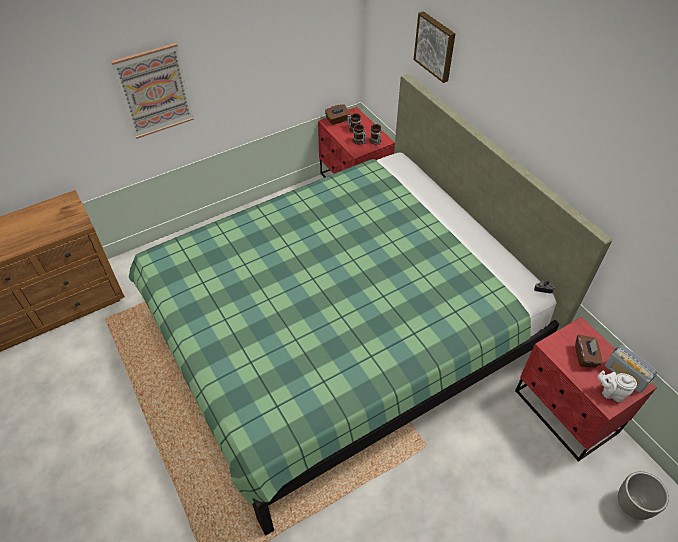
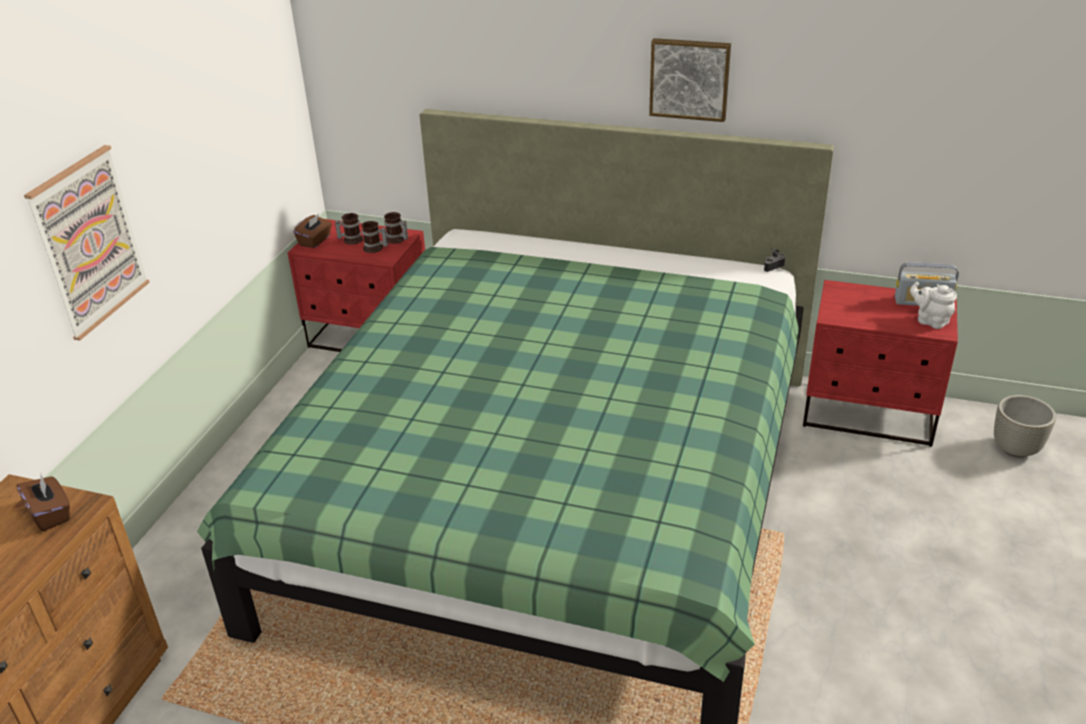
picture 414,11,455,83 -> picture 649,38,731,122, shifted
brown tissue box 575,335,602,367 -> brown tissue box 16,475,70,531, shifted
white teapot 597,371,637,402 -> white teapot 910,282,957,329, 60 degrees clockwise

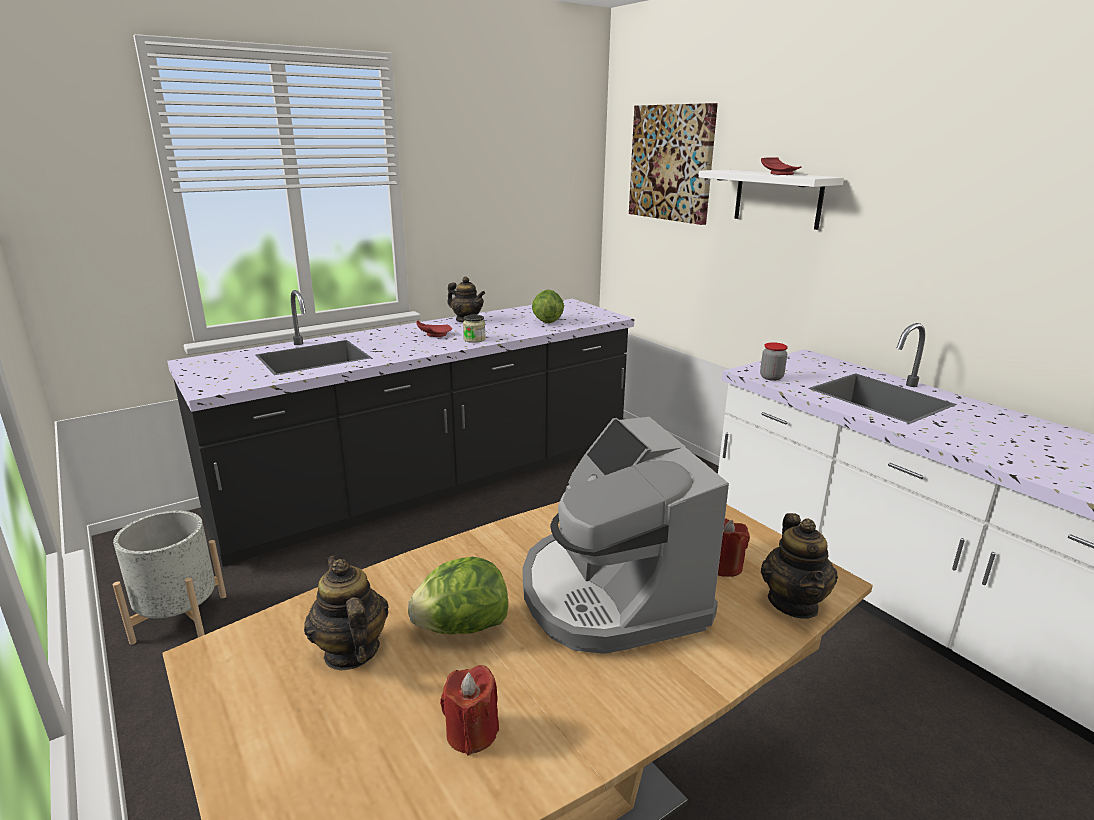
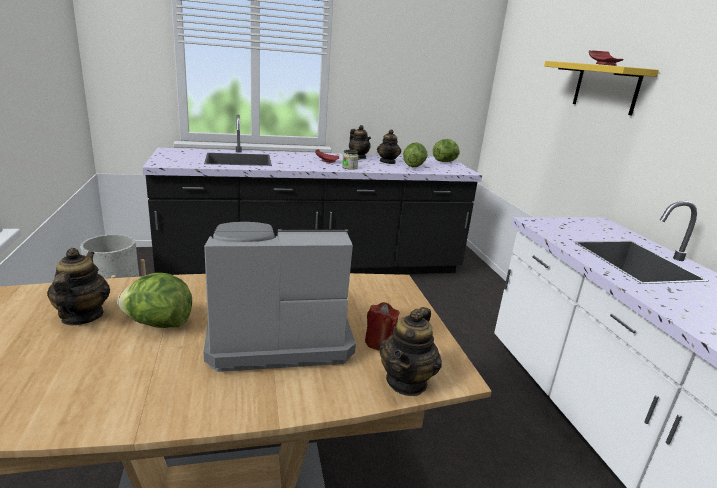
red candle 440,665,499,756 -> none
coffee machine 523,417,729,654 -> coffee machine 203,222,356,372, 75 degrees clockwise
picture 629,103,718,225 -> none
white shelf 699,170,844,230 -> yellow shelf 544,61,659,115
jar 760,342,788,381 -> none
none -> teapot 377,129,401,164
none -> lettuce 433,139,460,162

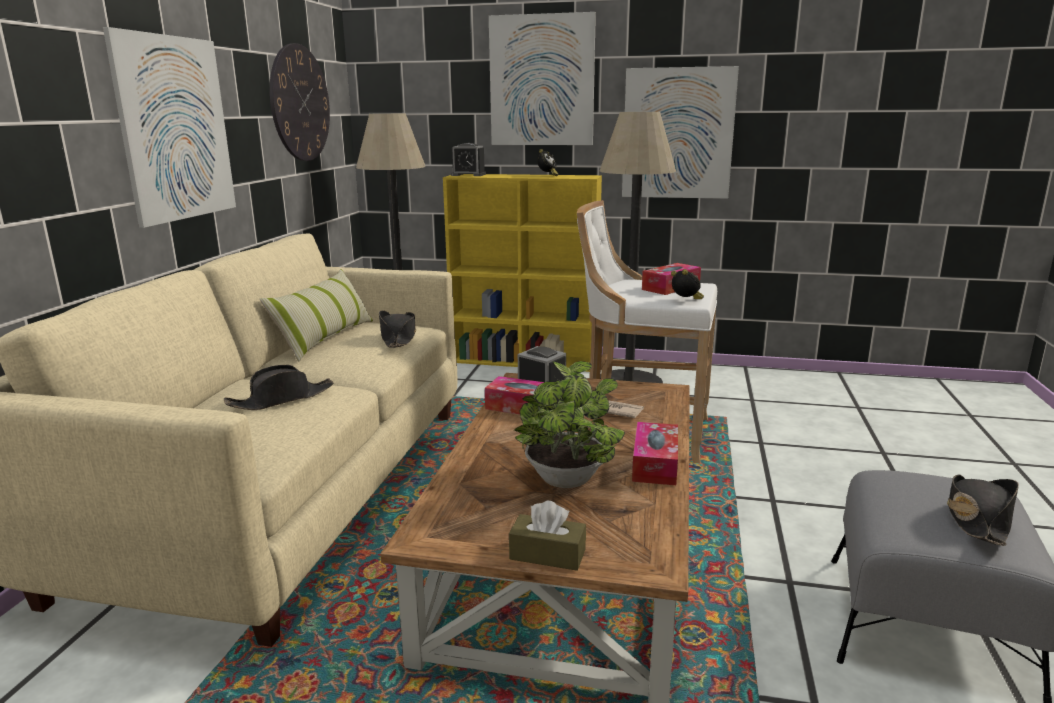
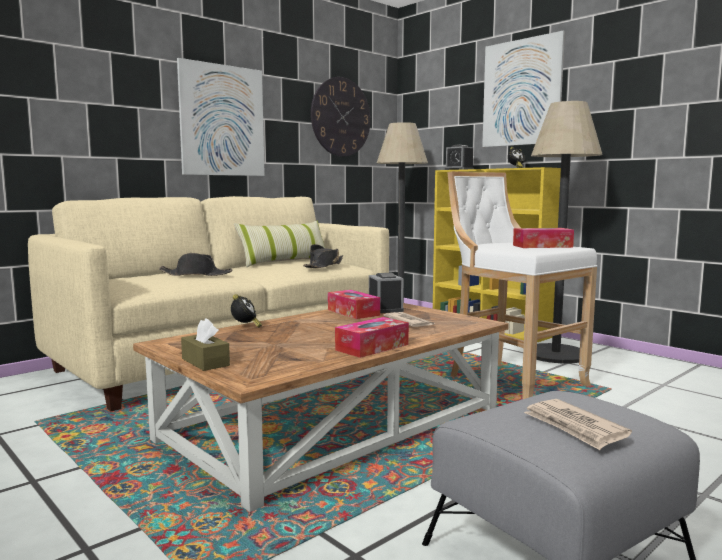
potted plant 514,361,625,488 -> none
picture 622,66,739,199 -> none
alarm clock 671,269,704,299 -> alarm clock 231,294,262,327, shifted
black hat 947,474,1019,546 -> newspaper 524,399,632,450

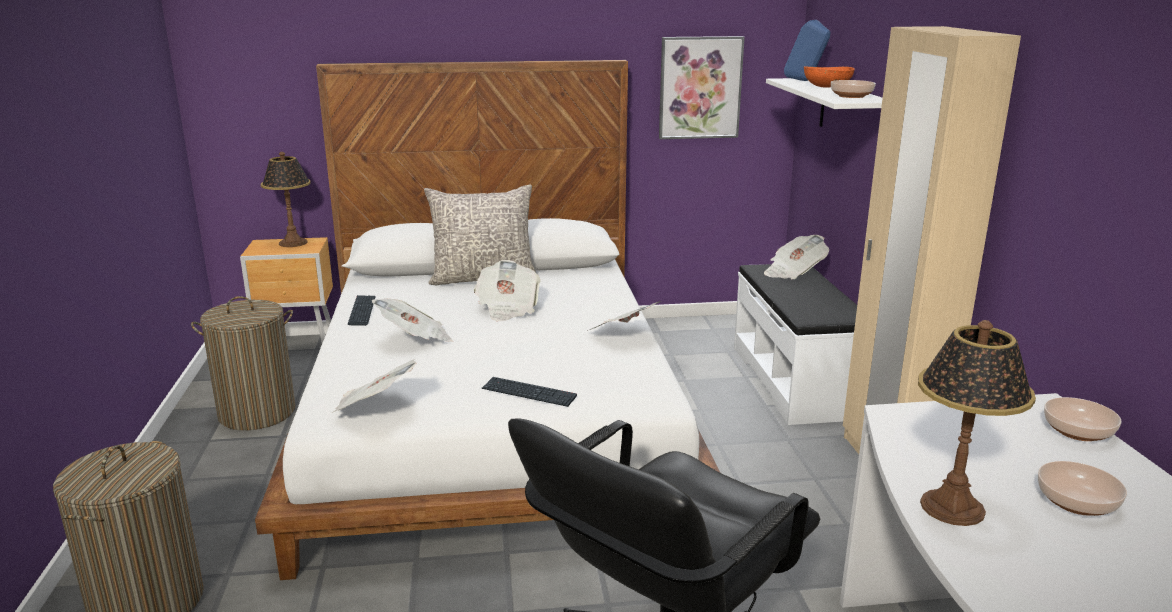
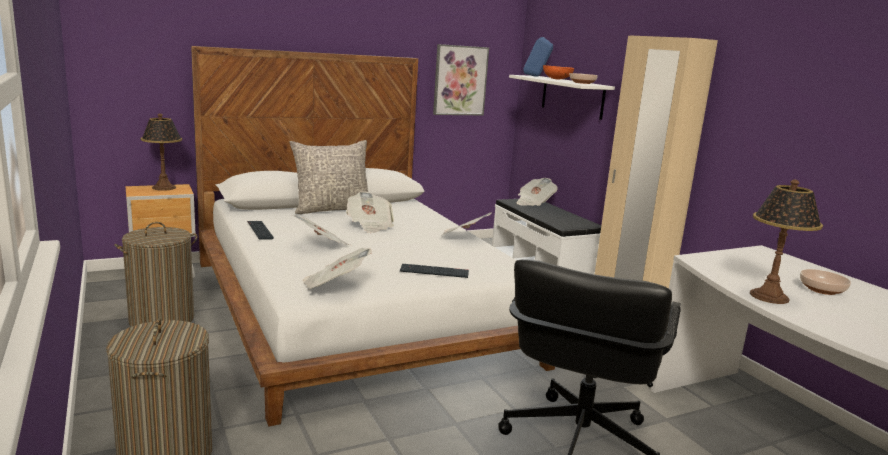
bowl 1044,397,1122,441 -> none

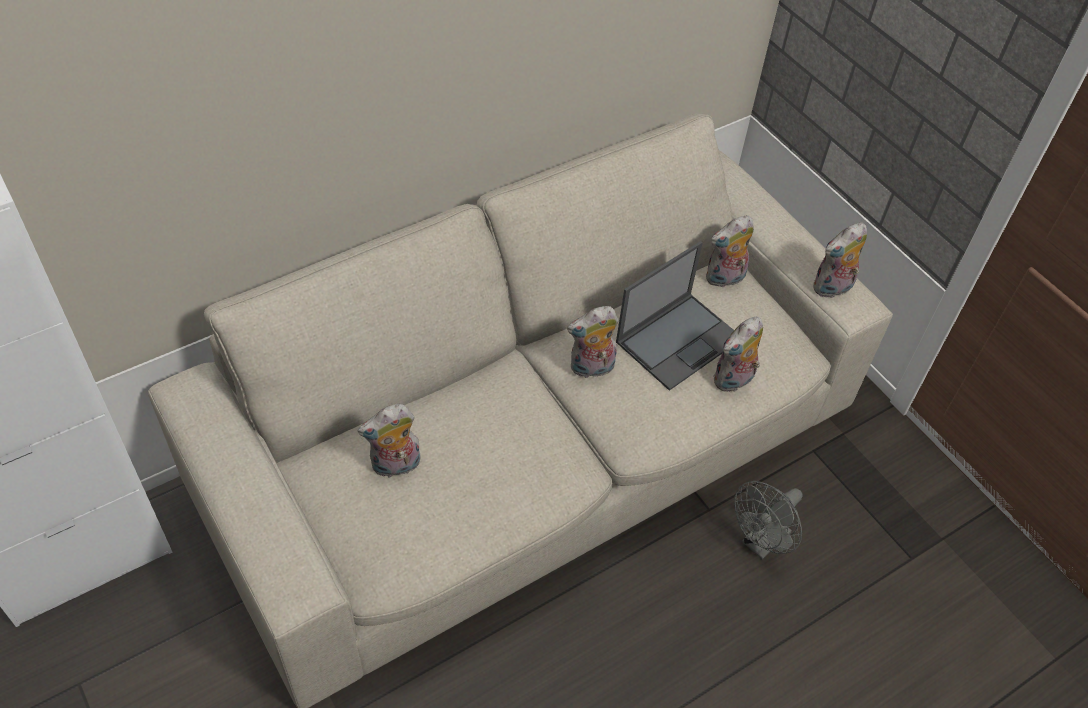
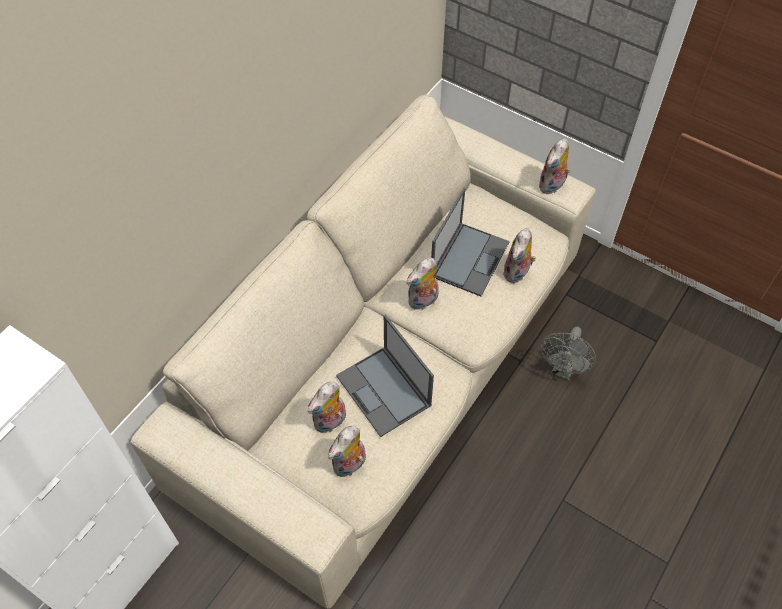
plush toy 706,215,754,287 -> plush toy 328,426,366,477, shifted
none -> laptop 336,315,434,437

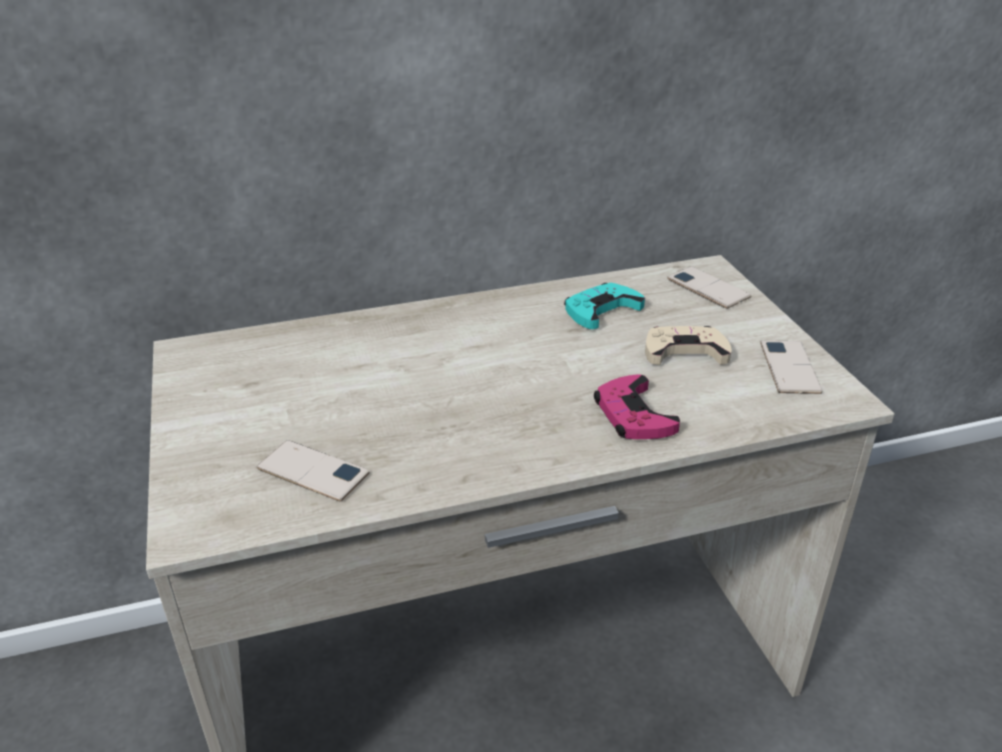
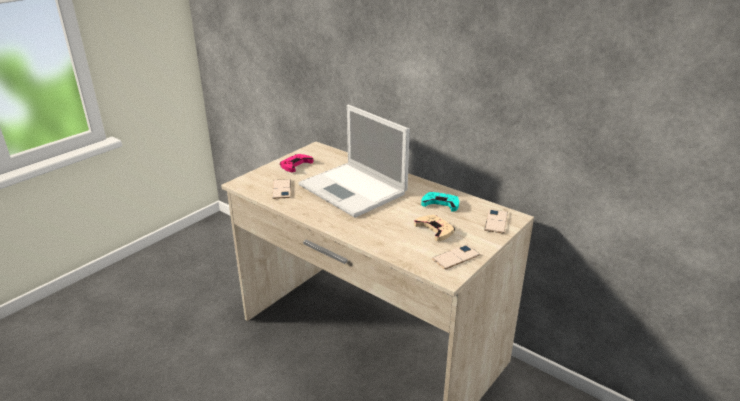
pink game controller 594,375,680,439 -> pink game controller 280,154,313,172, shifted
none -> laptop 298,105,410,218

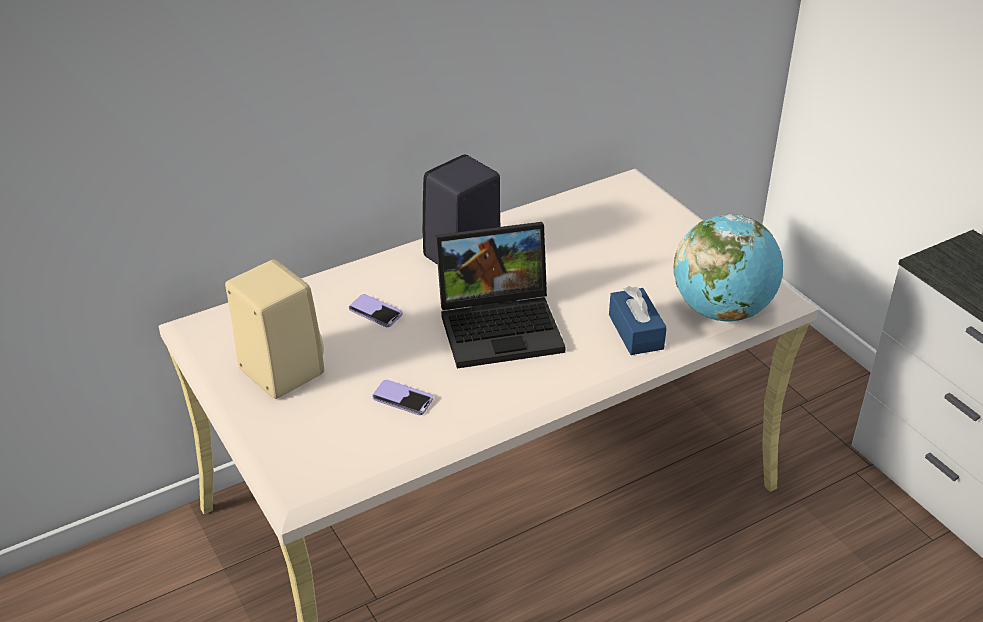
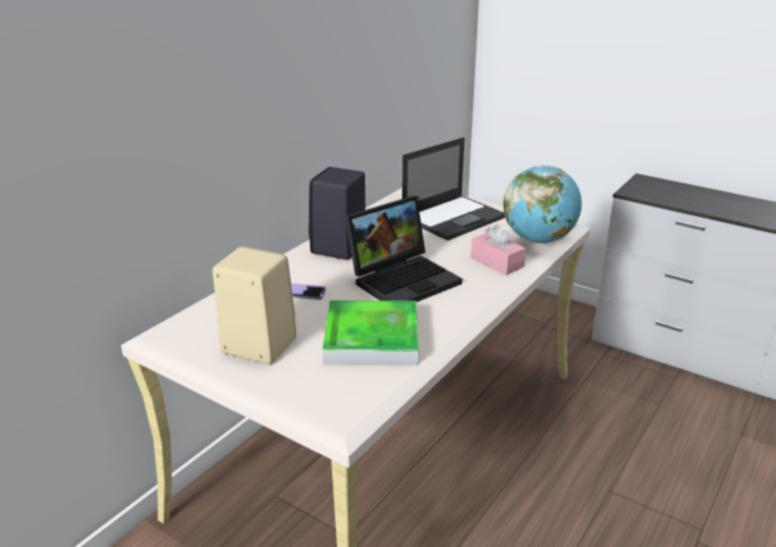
phone 372,380,433,415 -> tray 323,300,418,365
blue tissue box 609,286,667,355 -> pink tissue box 471,224,526,275
none -> laptop 402,137,505,241

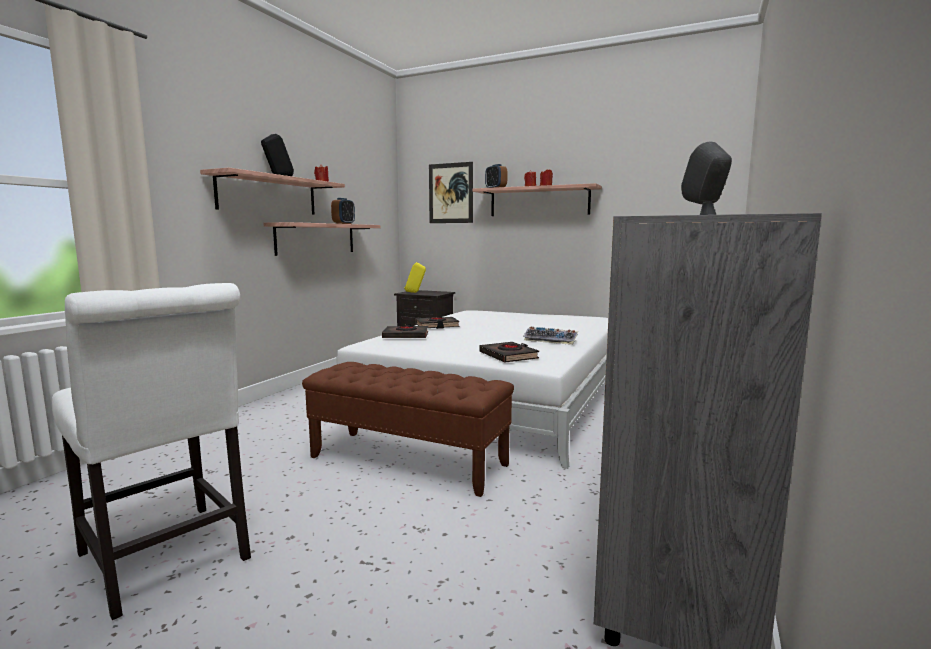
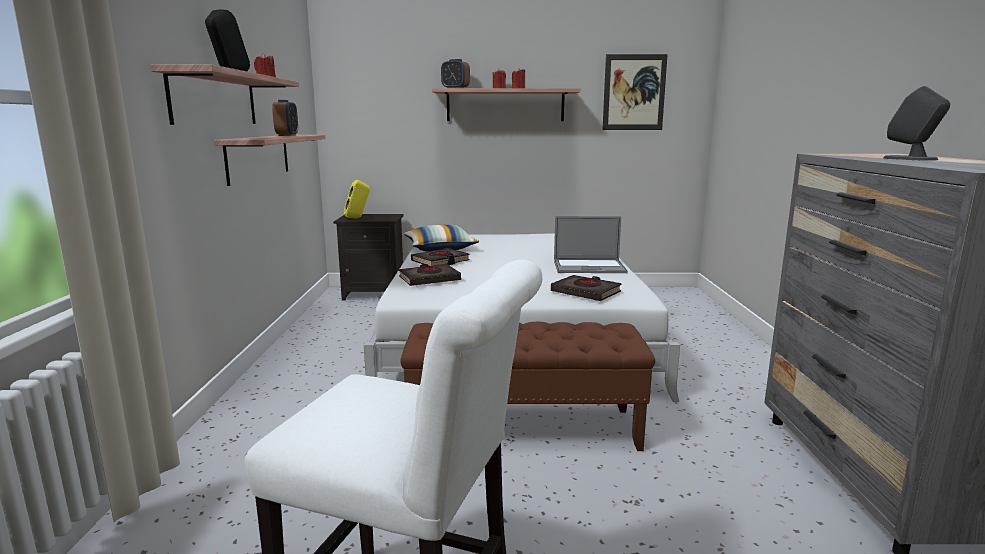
picture 429,162,473,223 -> picture 602,54,668,130, shifted
keyboard 523,326,578,345 -> laptop 554,216,628,273
none -> pillow 404,225,479,252

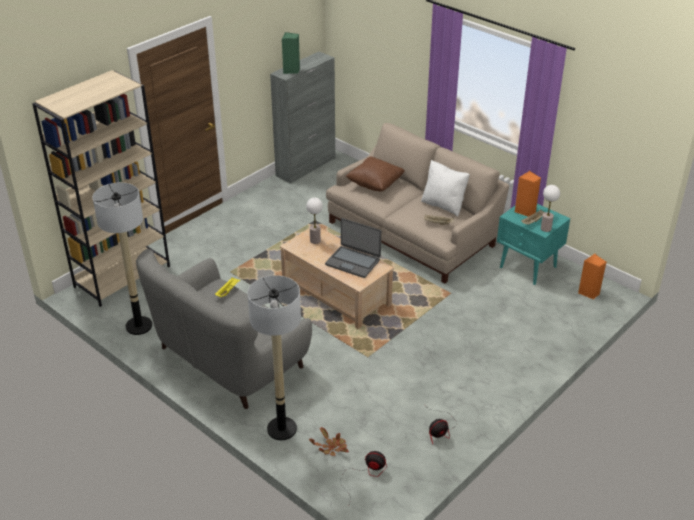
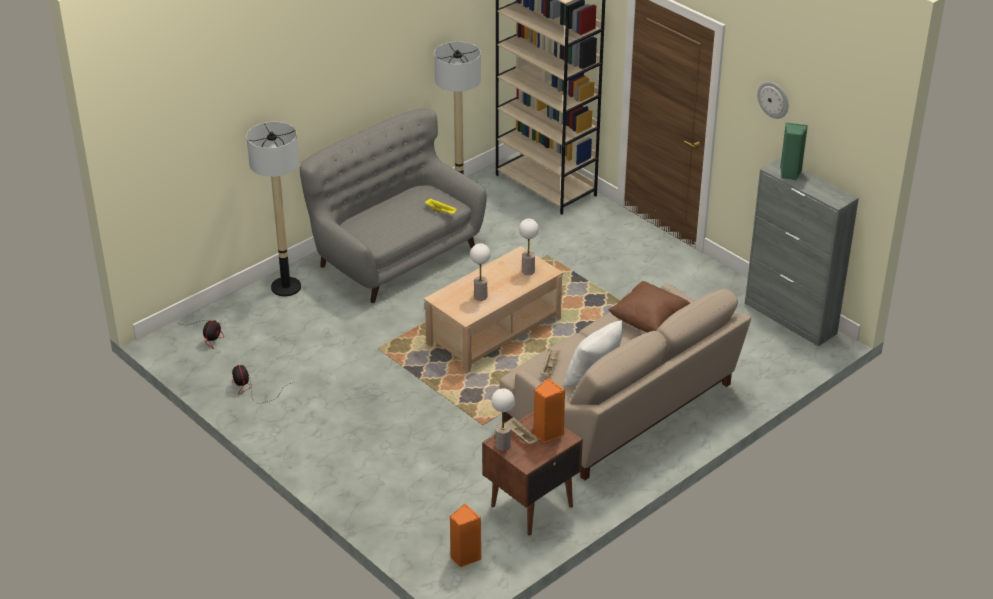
potted plant 309,427,349,456 -> none
laptop 325,218,381,278 -> table lamp 470,243,491,301
turquoise nightstand 497,204,570,285 -> brown nightstand 482,411,583,536
none -> wall clock 757,81,788,119

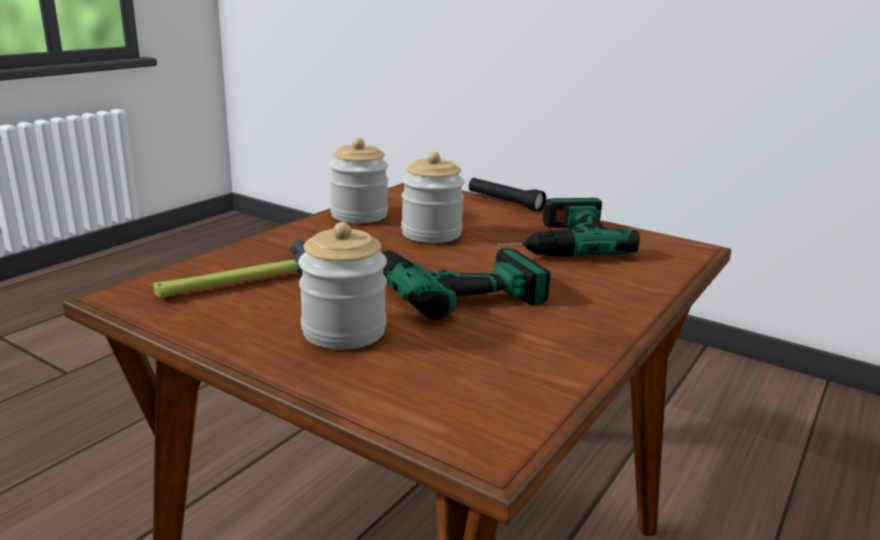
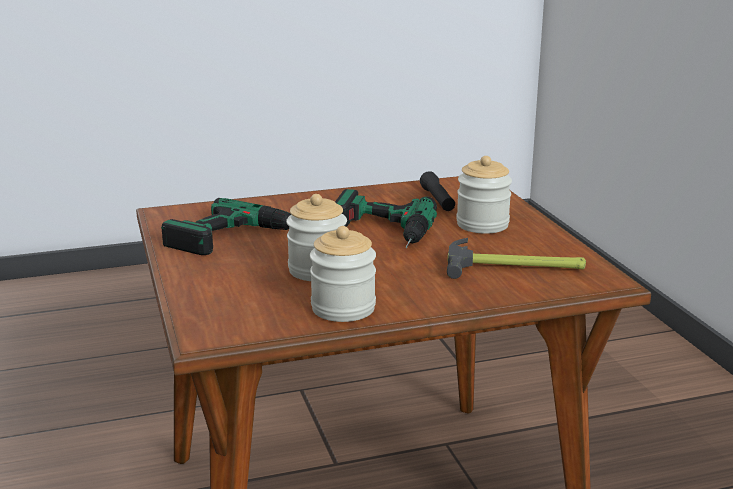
black flashlight 469,178,546,212 -> black flashlight 420,171,455,211, shifted

